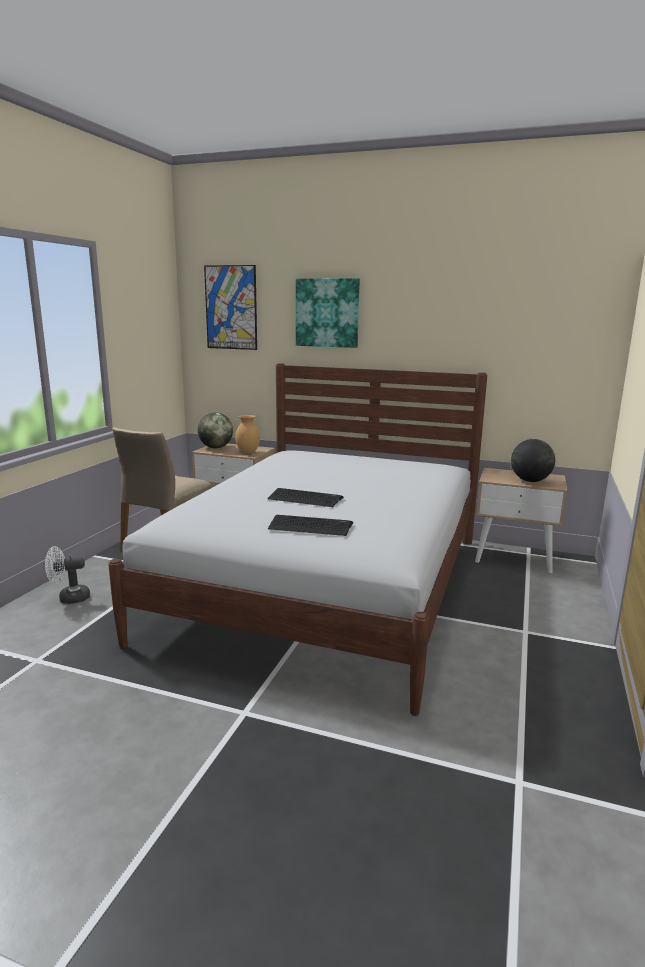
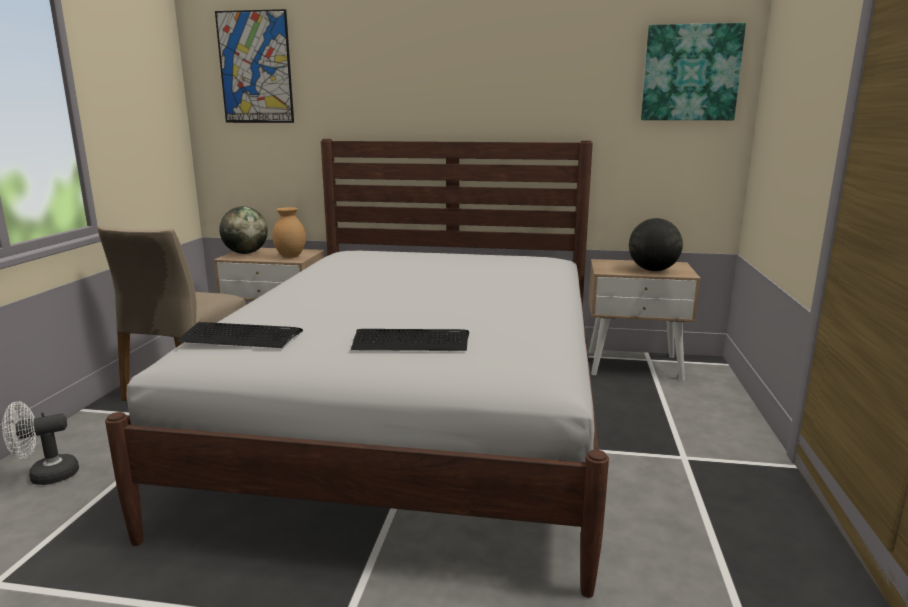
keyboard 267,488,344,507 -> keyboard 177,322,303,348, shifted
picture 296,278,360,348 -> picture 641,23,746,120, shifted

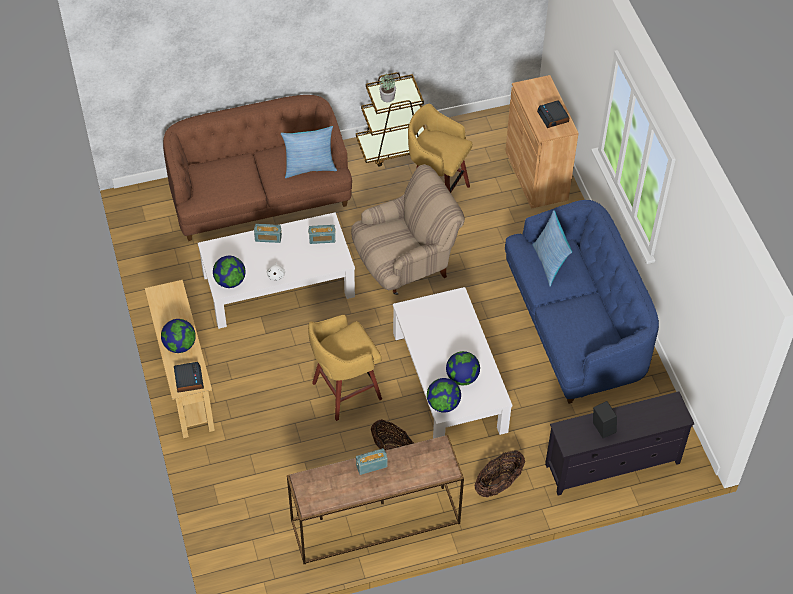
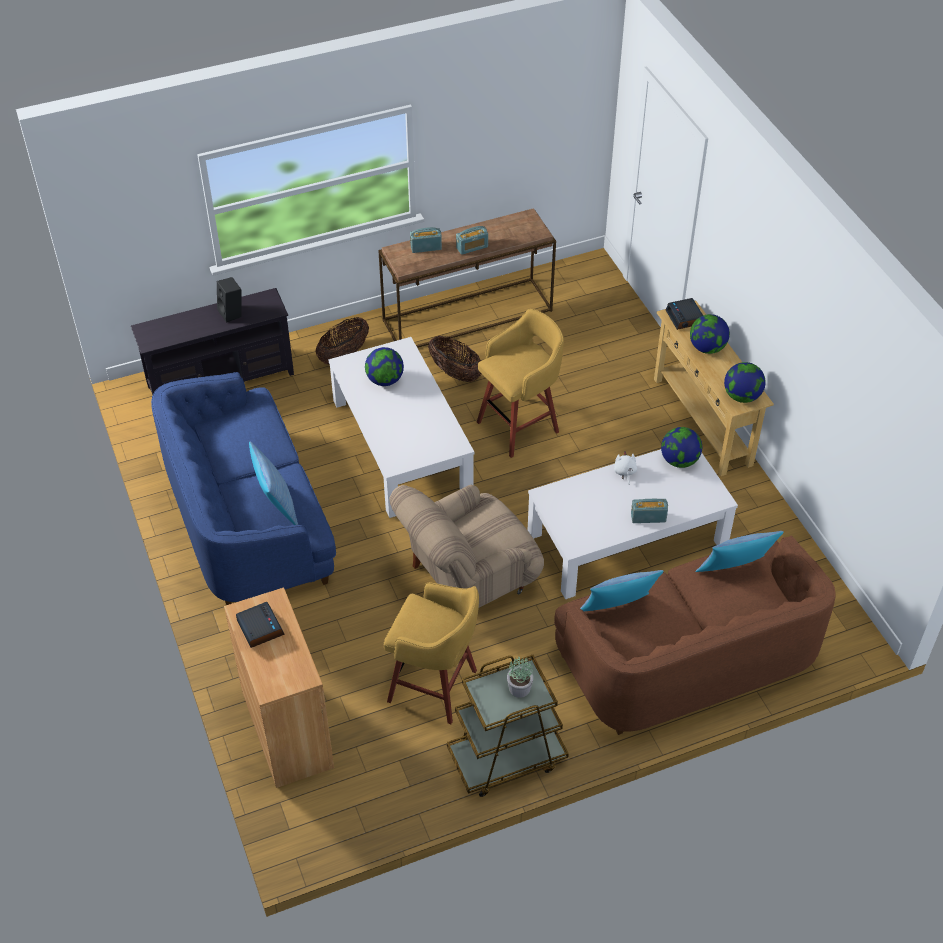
radio 308,225,336,244 -> radio 410,227,442,253, shifted
globe 427,378,461,413 -> globe 724,362,766,403, shifted
none -> pillow 695,531,784,572

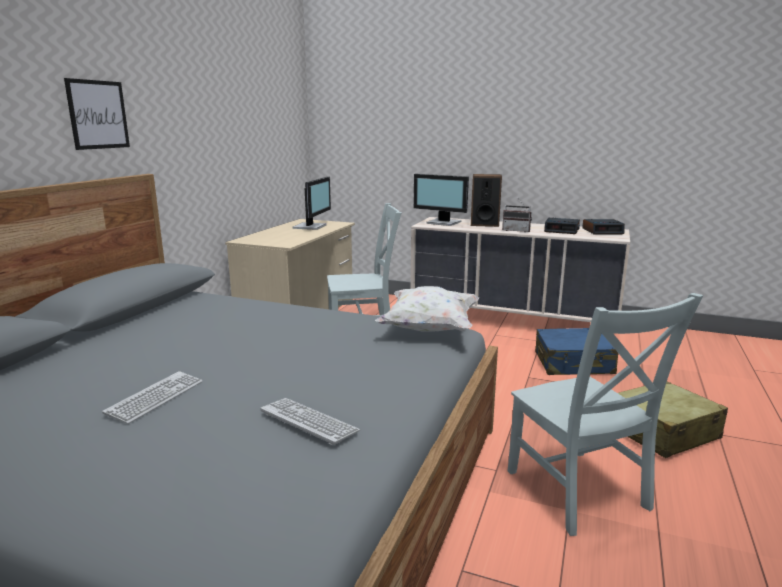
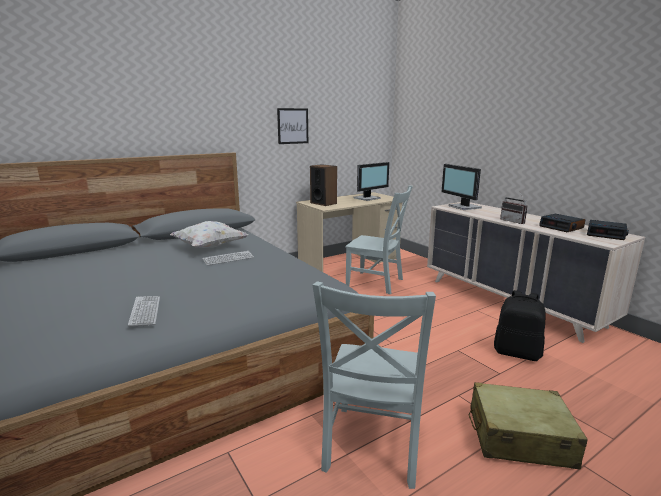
picture 64,78,130,150 -> picture 277,108,308,144, shifted
keyboard 102,371,203,424 -> keyboard 202,251,254,265, shifted
white pillow 375,286,479,332 -> white pillow 170,221,249,248, shifted
speaker 471,174,502,227 -> speaker 310,164,337,206, shifted
blue suitcase 535,328,619,375 -> black backpack 494,290,546,361

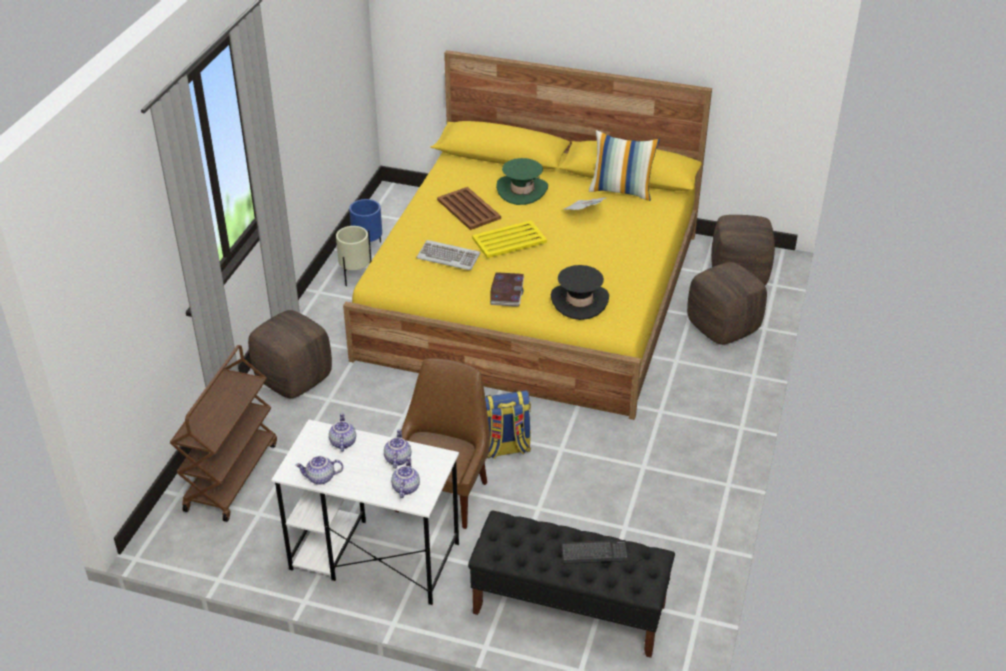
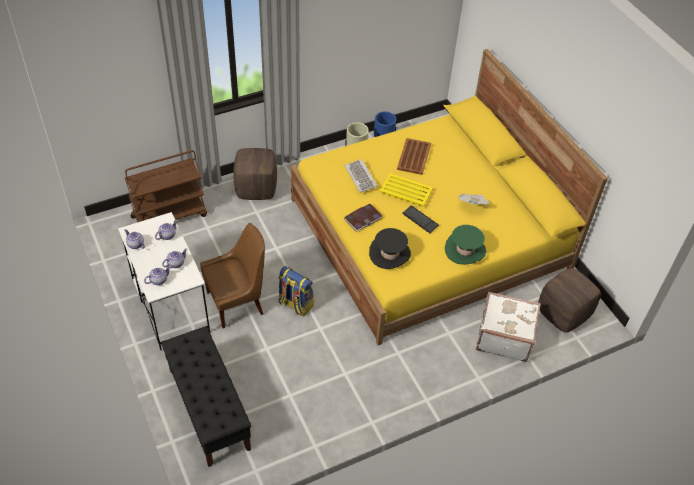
green hat 496,158,548,205 -> green hat 445,225,486,265, shifted
keyboard 561,540,629,564 -> keyboard 402,205,439,233, shifted
pillow 589,130,660,201 -> none
brown ottoman 687,262,767,345 -> white suitcase 476,292,541,362

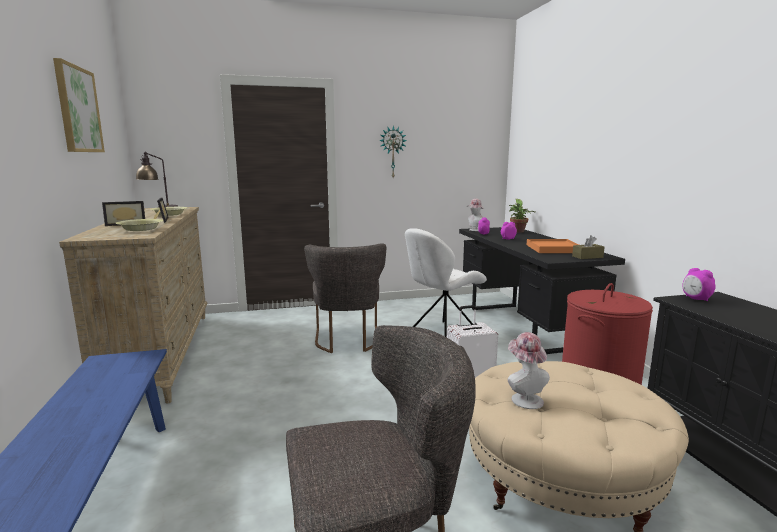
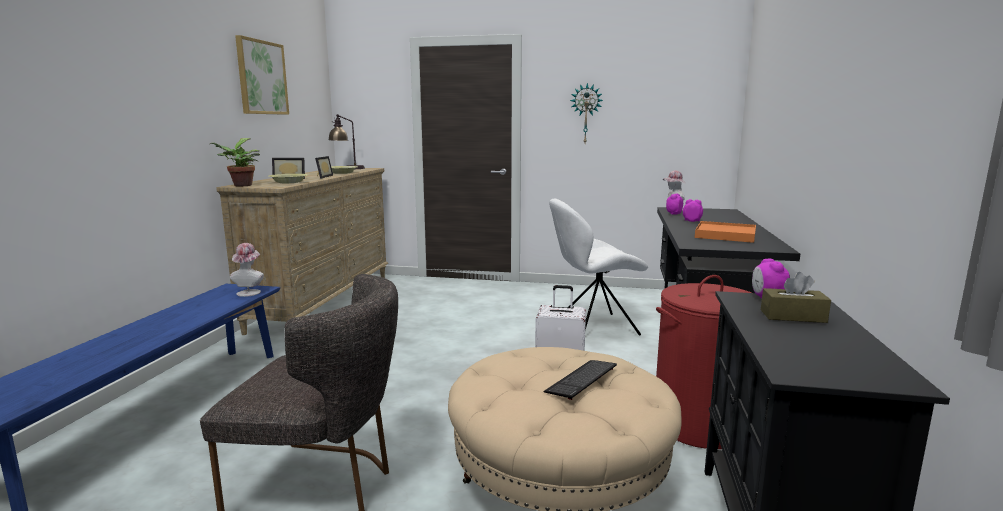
grey chair 304,243,386,353 -> none
hat 508,332,550,409 -> hat 230,243,264,297, shifted
potted plant 509,199,536,233 -> potted plant 210,138,260,187, shifted
brown tissue box 572,235,605,259 -> brown tissue box 761,272,831,323, shifted
none -> keyboard 543,360,617,400

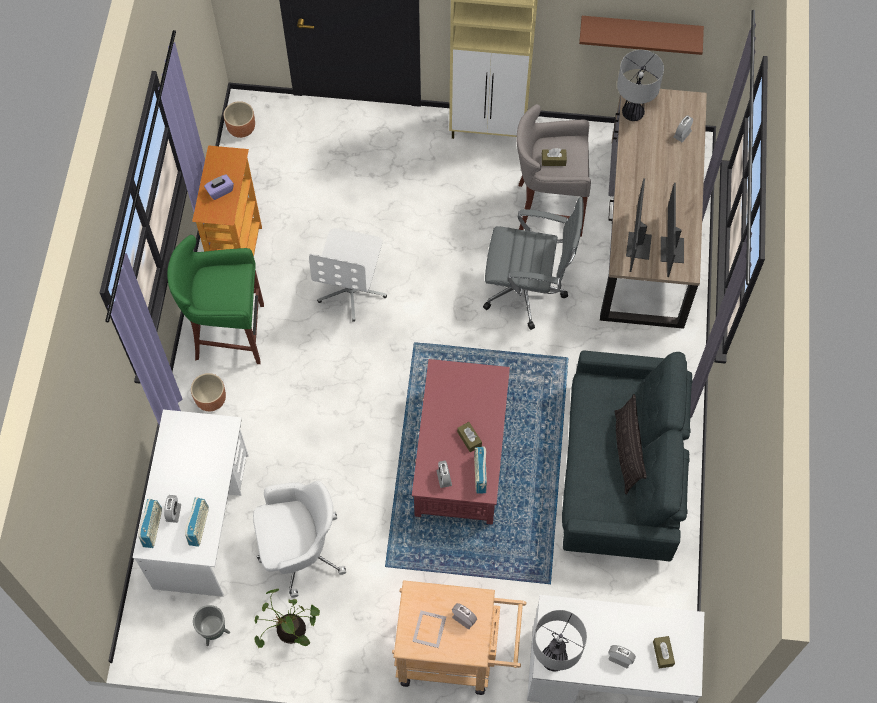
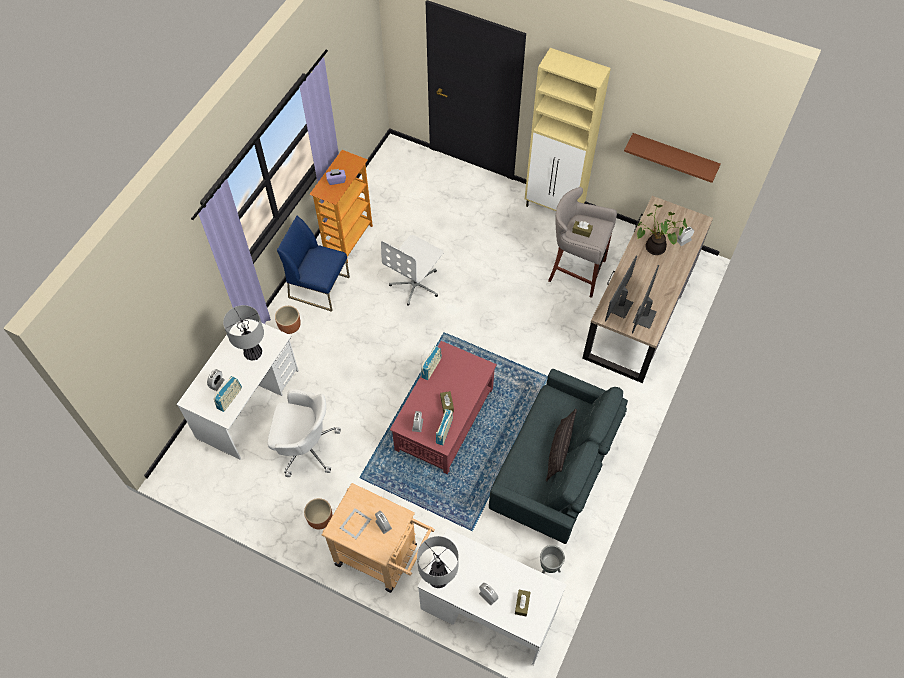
radio 138,499,162,548 -> radio 421,346,442,380, shifted
green stool 167,235,264,364 -> blue chair 277,216,350,312
grey planter 193,605,230,646 -> grey planter 540,545,565,573, shifted
brown planter 224,101,255,138 -> brown planter 304,498,332,529, shifted
potted plant 255,589,320,648 -> potted plant 637,205,687,255, shifted
grey office chair 483,197,584,330 -> none
table lamp 617,50,664,121 -> table lamp 223,305,264,360, shifted

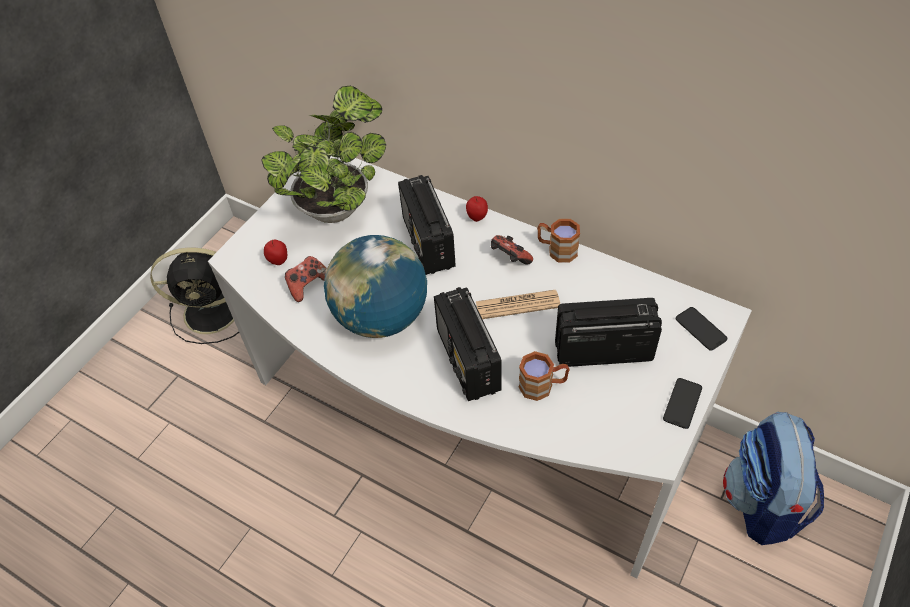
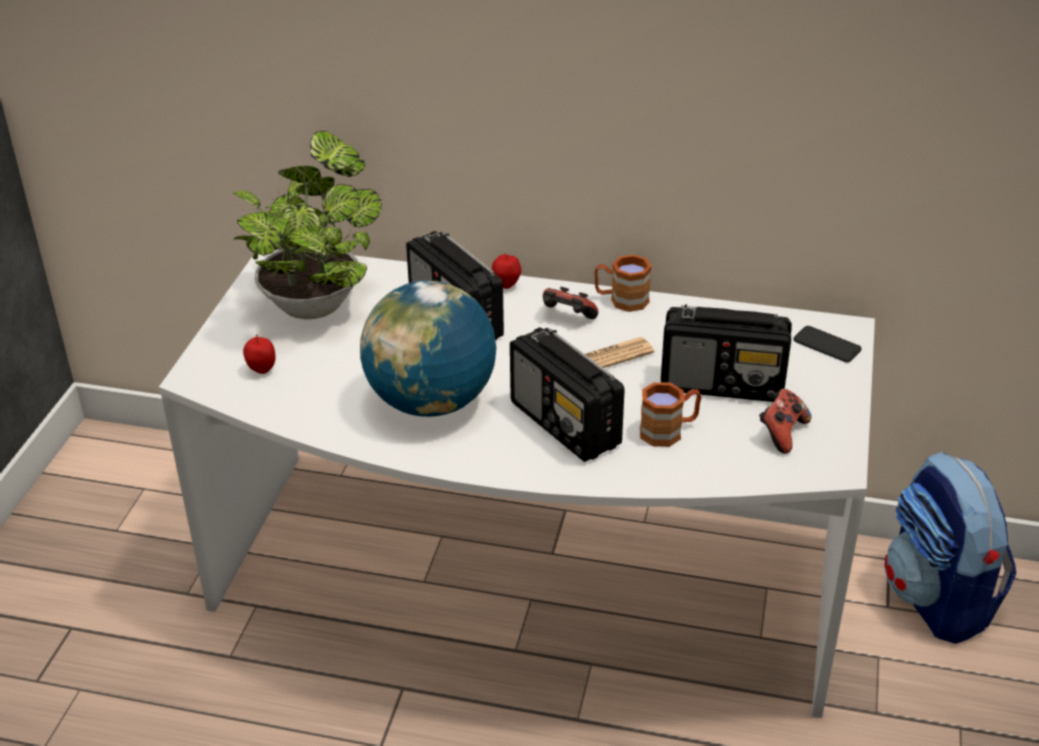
black fan 150,248,239,344 -> none
game controller 285,256,327,302 -> game controller 759,389,811,454, shifted
radio 555,298,662,367 -> radio 661,304,792,402, 150 degrees counterclockwise
phone 663,378,702,429 -> none

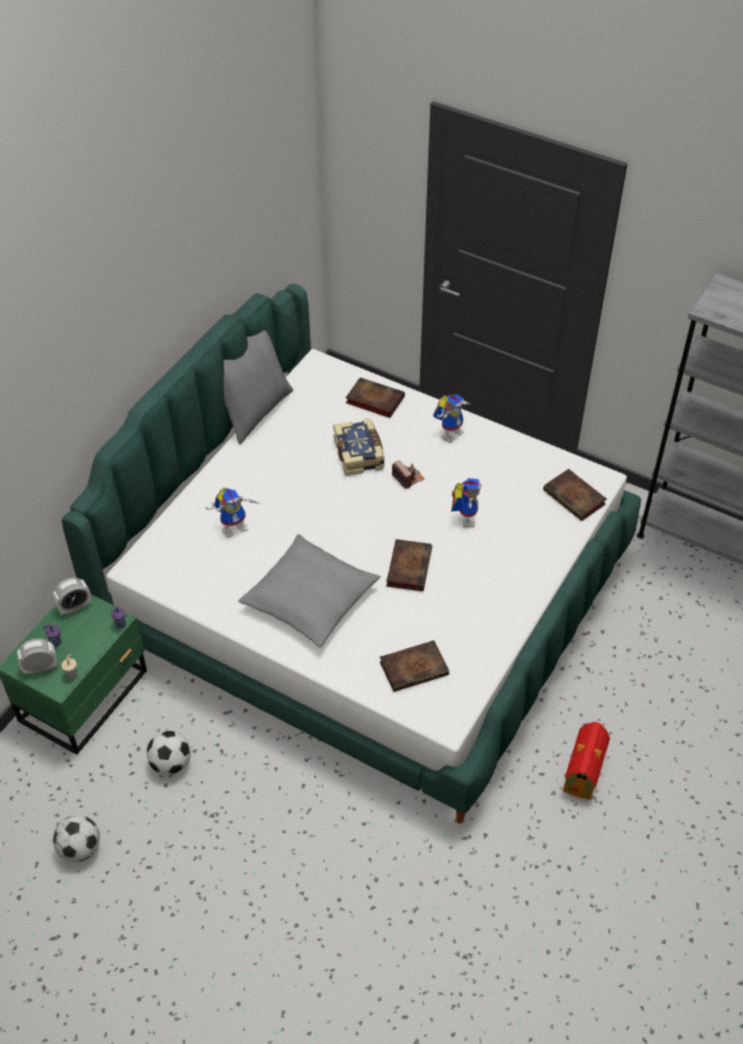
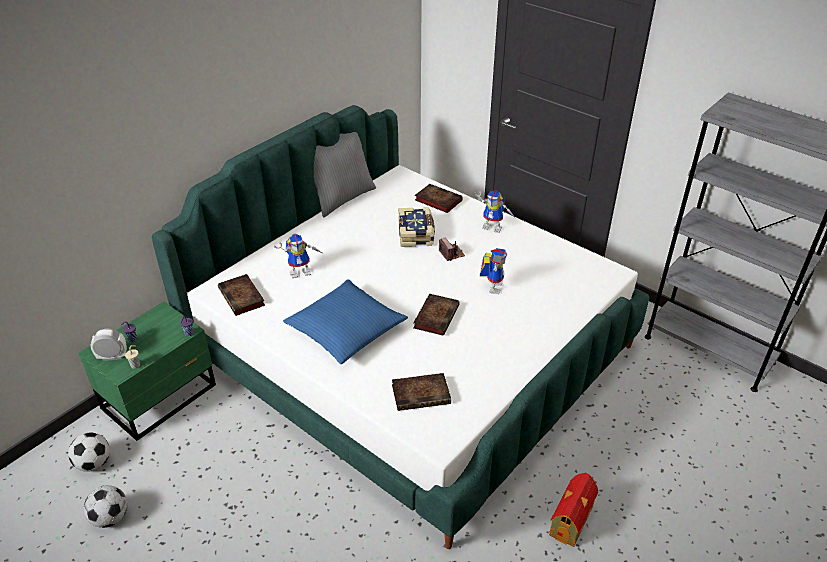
alarm clock 52,577,91,615 -> none
football 147,731,191,775 -> football 68,432,110,472, shifted
grey pillow 238,534,381,647 -> blue pillow 283,279,408,364
toy robot 433,394,472,443 -> toy robot 474,190,516,233, 60 degrees clockwise
book 543,469,607,521 -> book 218,274,265,316, shifted

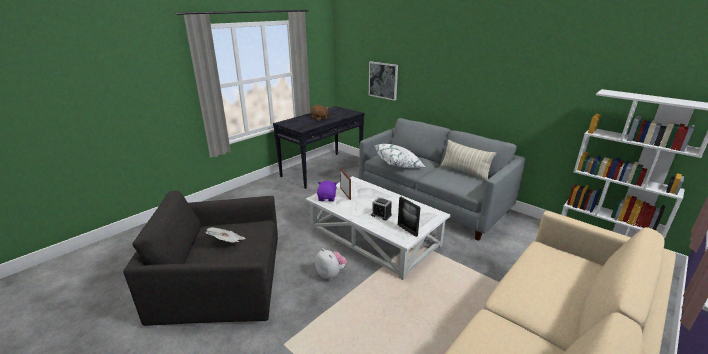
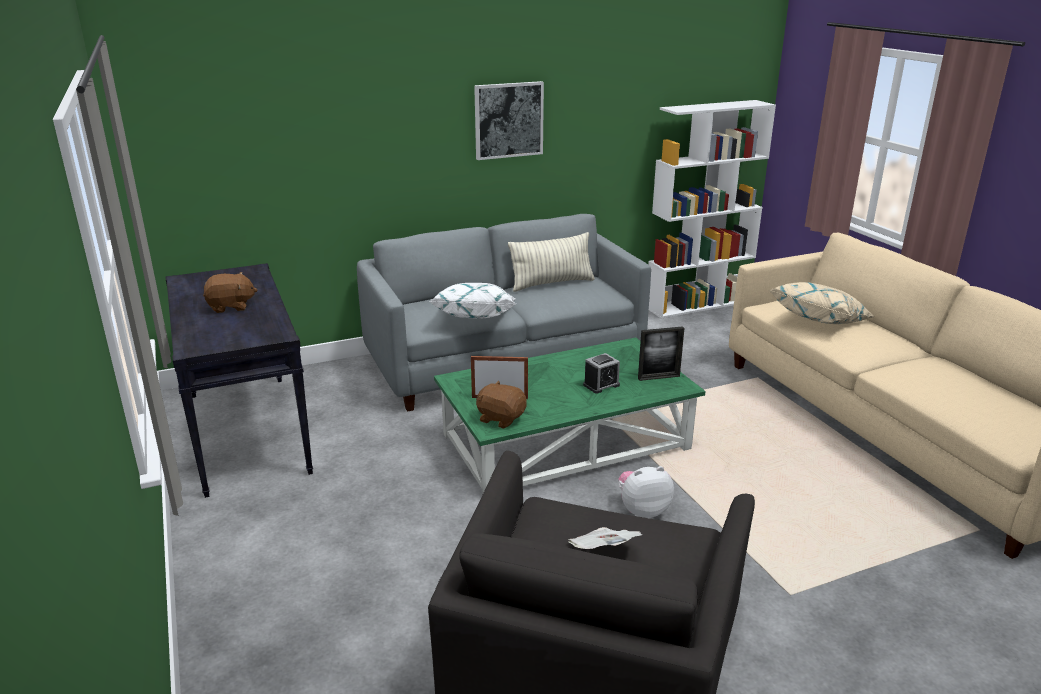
white coffee table 306,176,450,280 -> green coffee table 434,338,706,493
purple plush toy 317,181,337,202 -> brown plush toy 476,381,527,429
picture 369,61,398,101 -> picture 474,81,544,160, shifted
none -> beige pillow 770,282,875,324

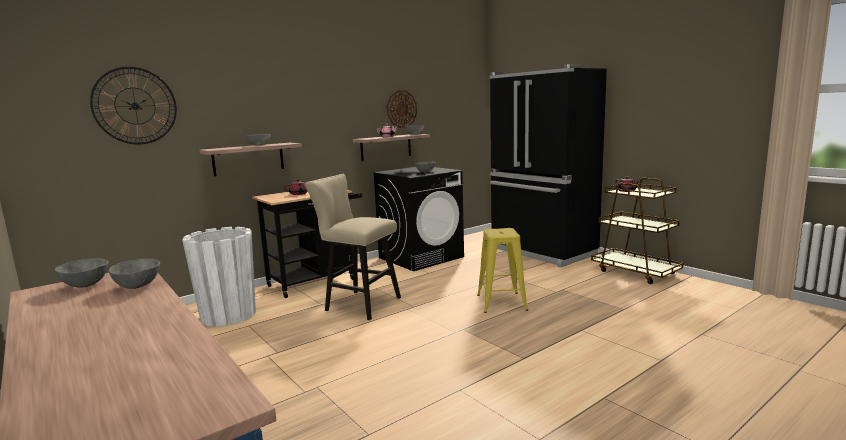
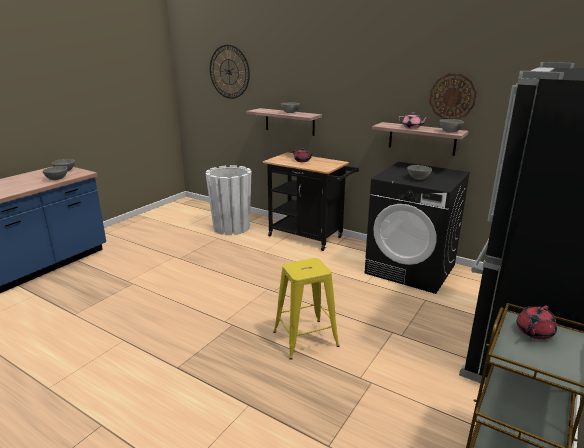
beige stool 305,174,401,320 -> none

